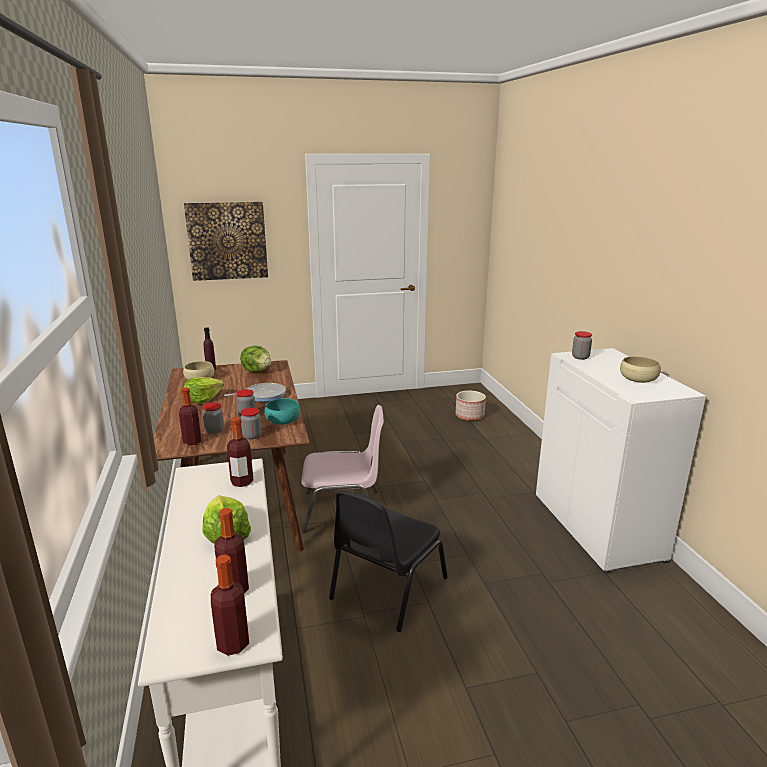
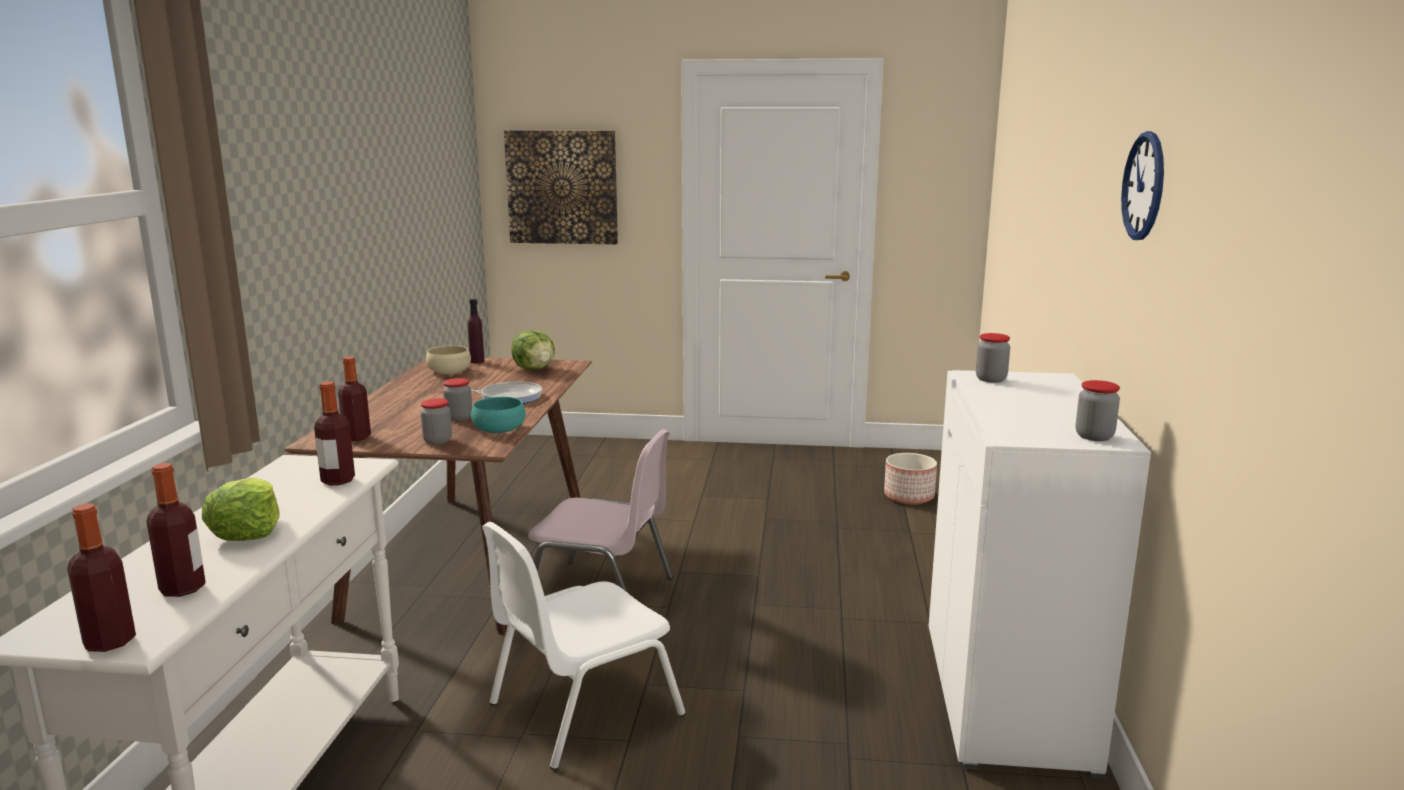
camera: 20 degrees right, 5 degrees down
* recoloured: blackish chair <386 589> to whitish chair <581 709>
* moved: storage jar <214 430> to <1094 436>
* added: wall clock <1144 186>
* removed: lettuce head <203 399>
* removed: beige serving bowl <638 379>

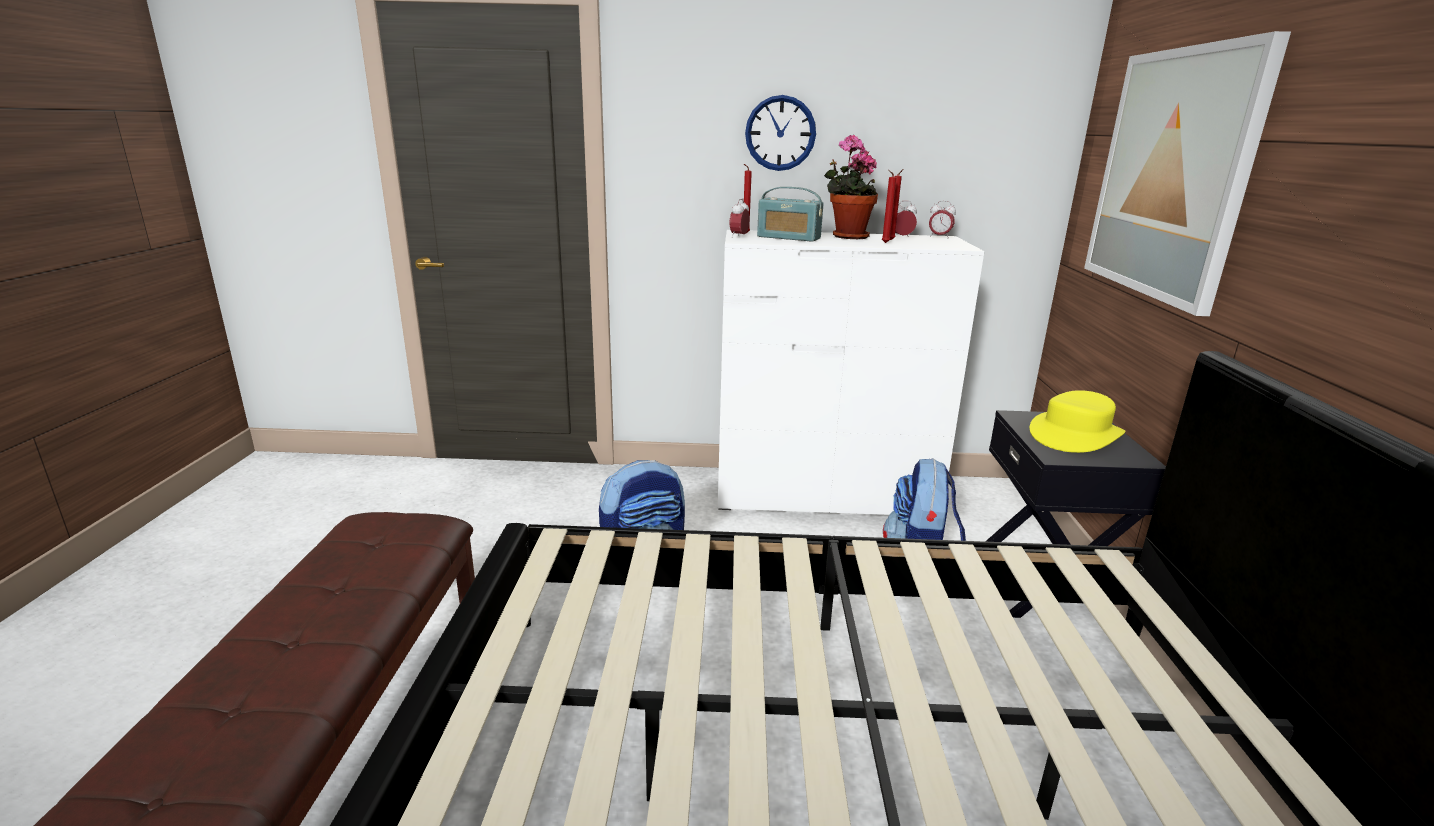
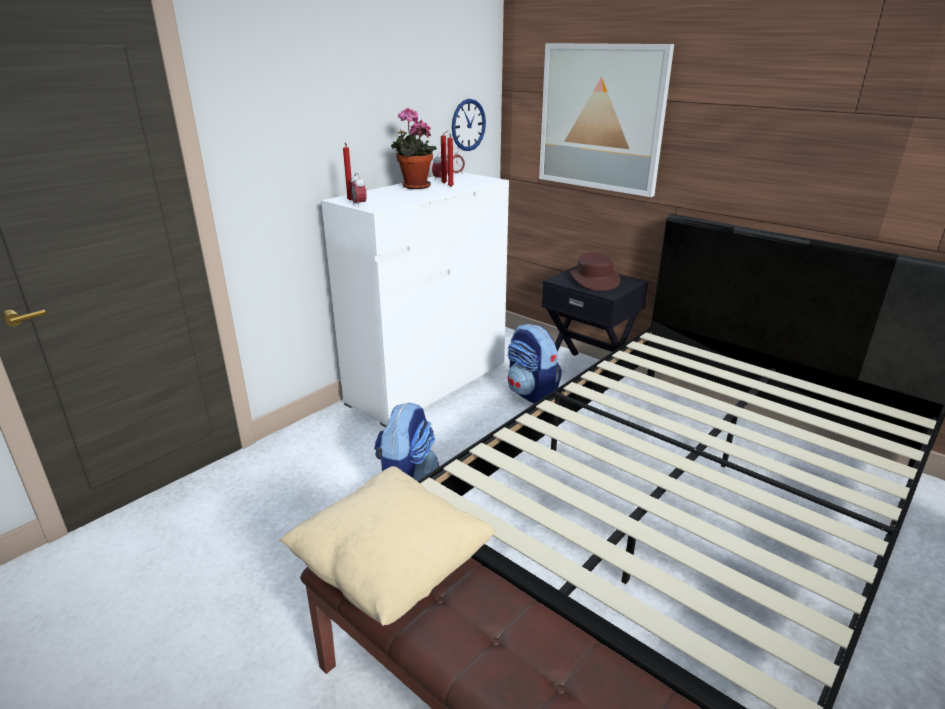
camera: 50 degrees left, 5 degrees up
* added: beige cushion <391 569>
* moved: wall clock <780 133> to <468 125>
* recoloured: yellow-coloured clothing hat <1075 434> to brown-coloured clothing hat <594 280>
* removed: radio set <788 237>

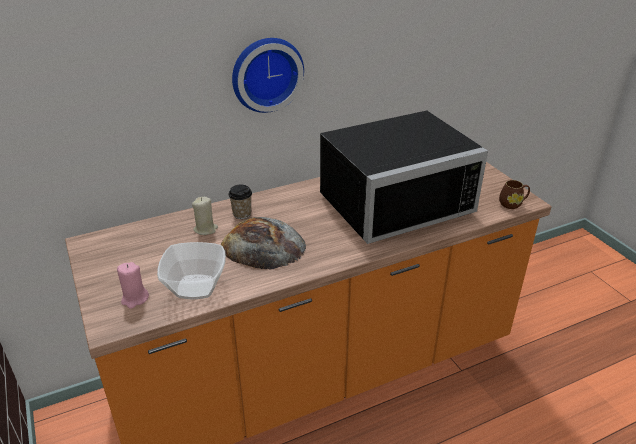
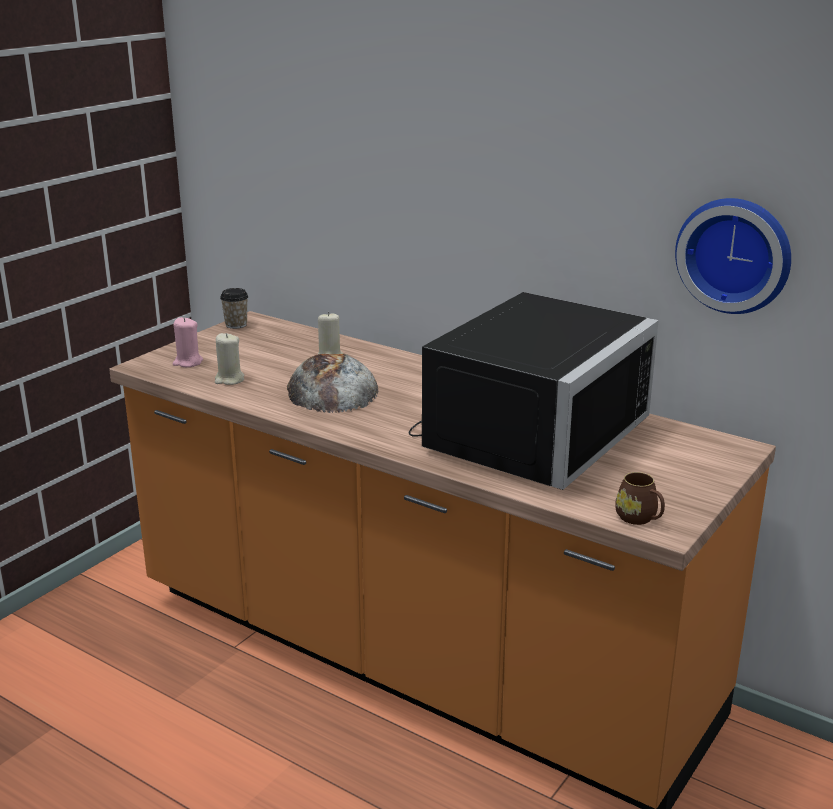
camera: 60 degrees right, 10 degrees down
* replaced: serving bowl <195 286> to beige candle <229 380>
* moved: small cup <242 214> to <236 325>
* turned: blackish microwave <391 200> = <523 432> 90 degrees counterclockwise
* moved: wall clock <266 73> to <735 254>

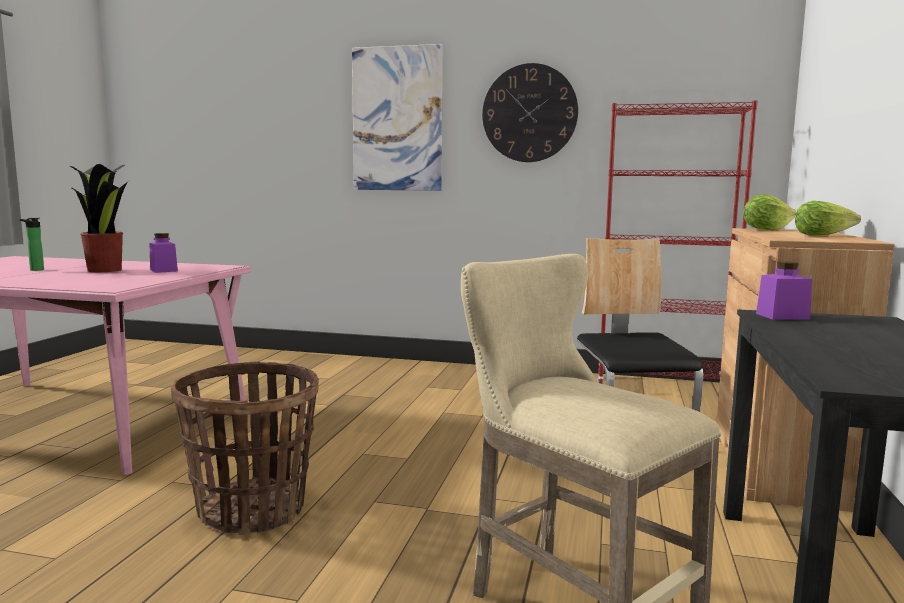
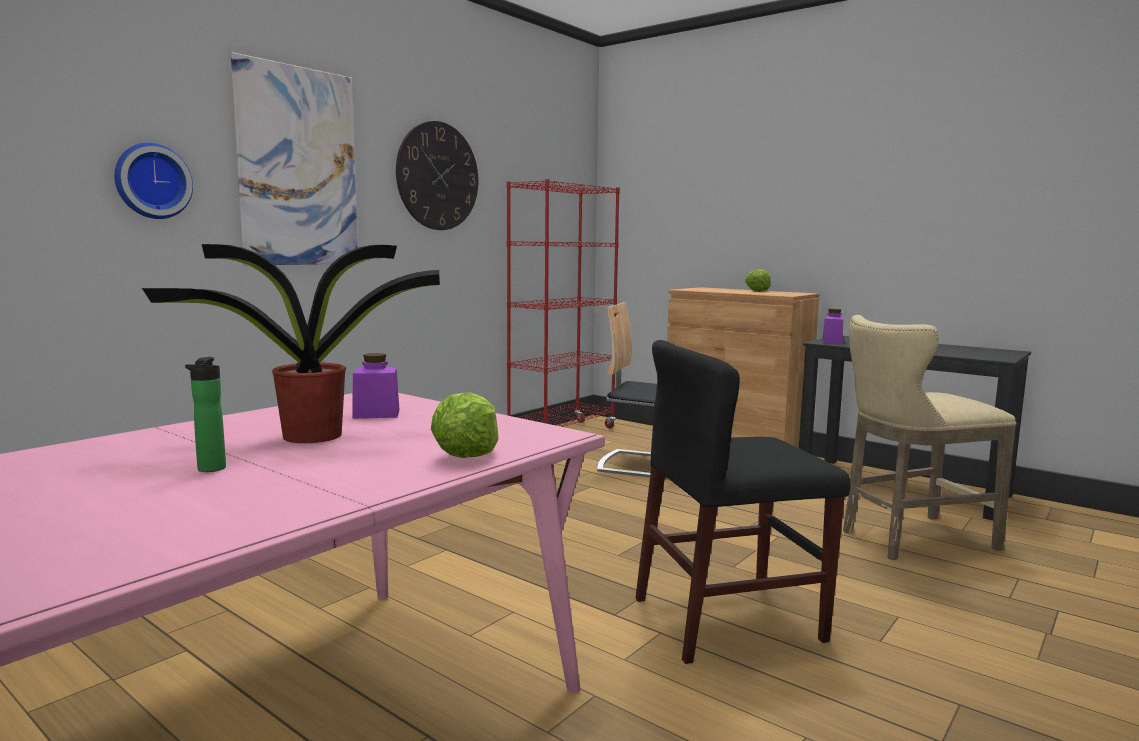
camera: 65 degrees left, 0 degrees up
* added: wall clock <152 181>
* moved: lettuce head <765 230> to <467 455>
* replaced: household basket <252 510> to blackish chair <728 619>

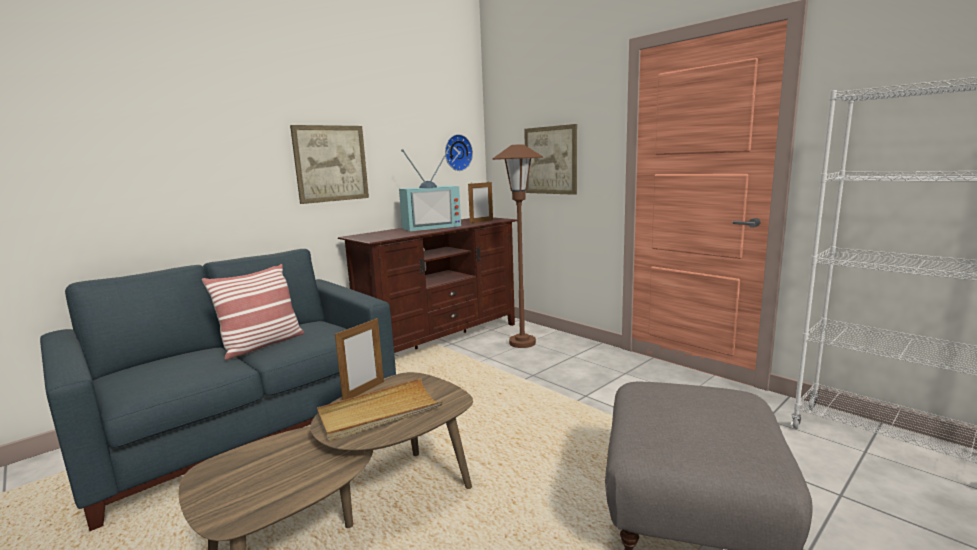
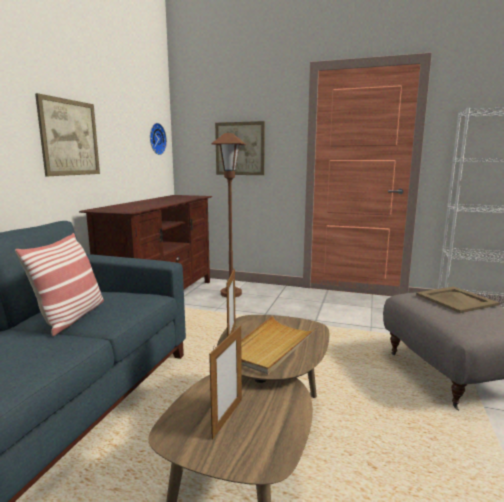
camera: 30 degrees left, 0 degrees up
* moved: photo frame <481 221> to <227 418>
* added: beige carrying tray <455 299>
* removed: television <431 227>

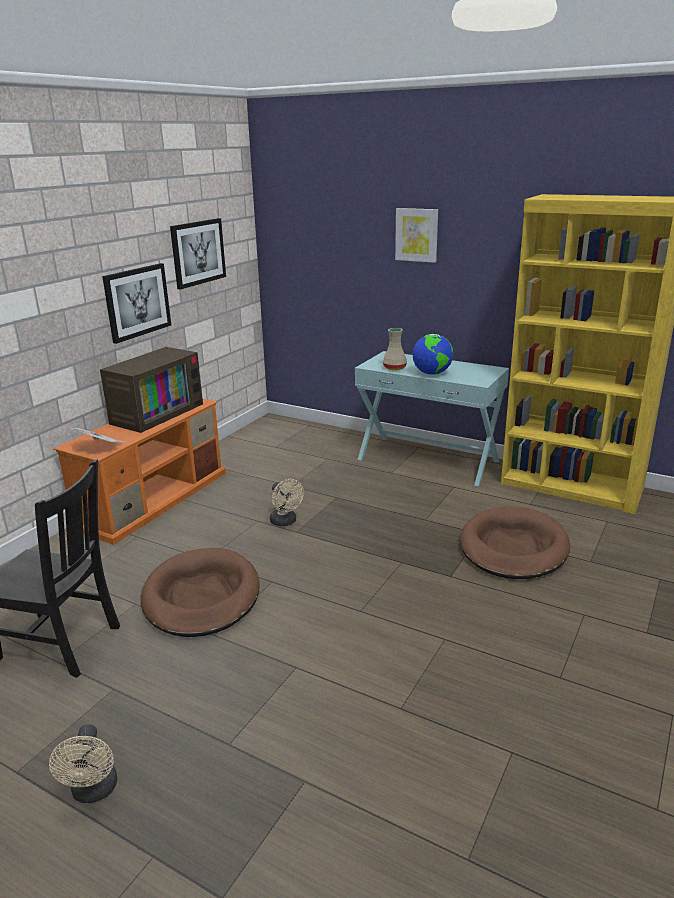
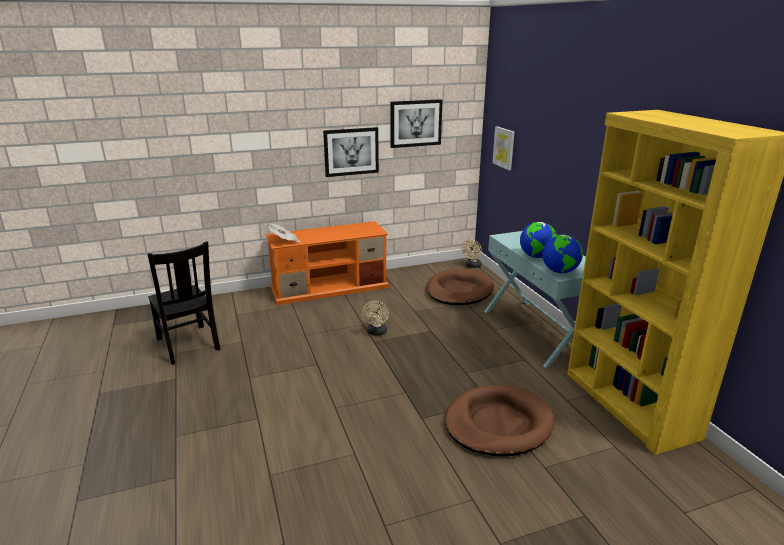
camera: 40 degrees right, 0 degrees up
* moved: brown-coloured dog cushion <201 597> to <459 290>
* moved: beige fan <94 792> to <472 266>
* moved: wall picture <416 235> to <504 148>
* added: globe <560 271>
* removed: television <156 413>
* removed: beige flower vase <395 368>

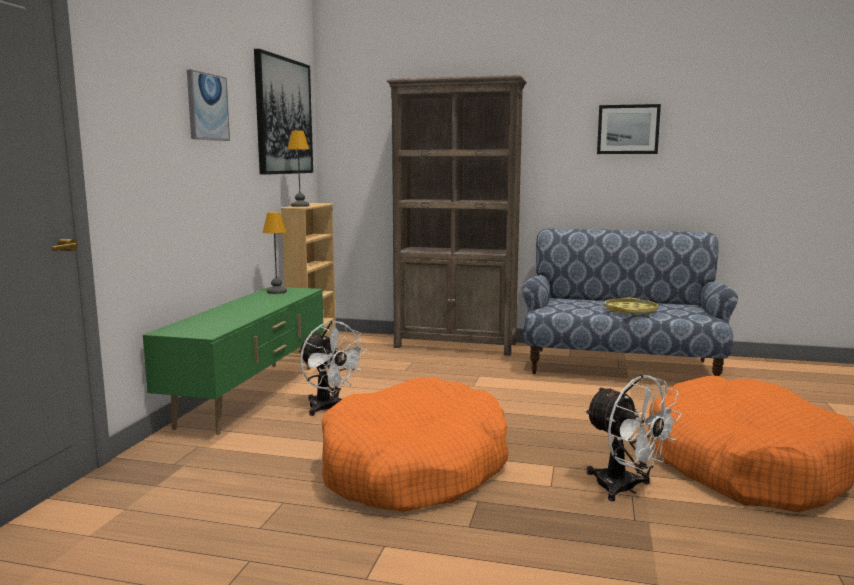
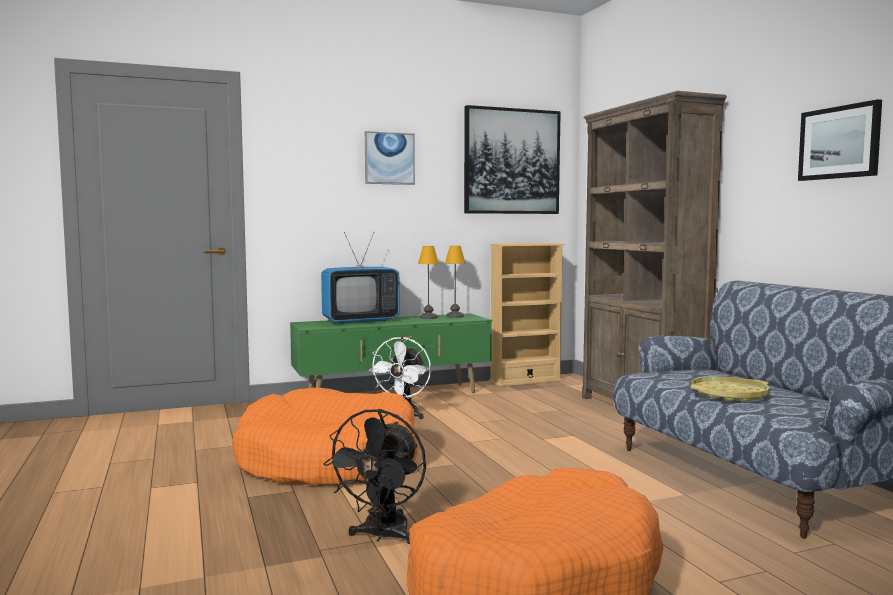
camera: 55 degrees right, 5 degrees down
* added: television <360 321>
* recoloured: whitish fan <625 489> to blackish fan <382 536>
* moved: tabletop lamp <299 206> to <427 317>

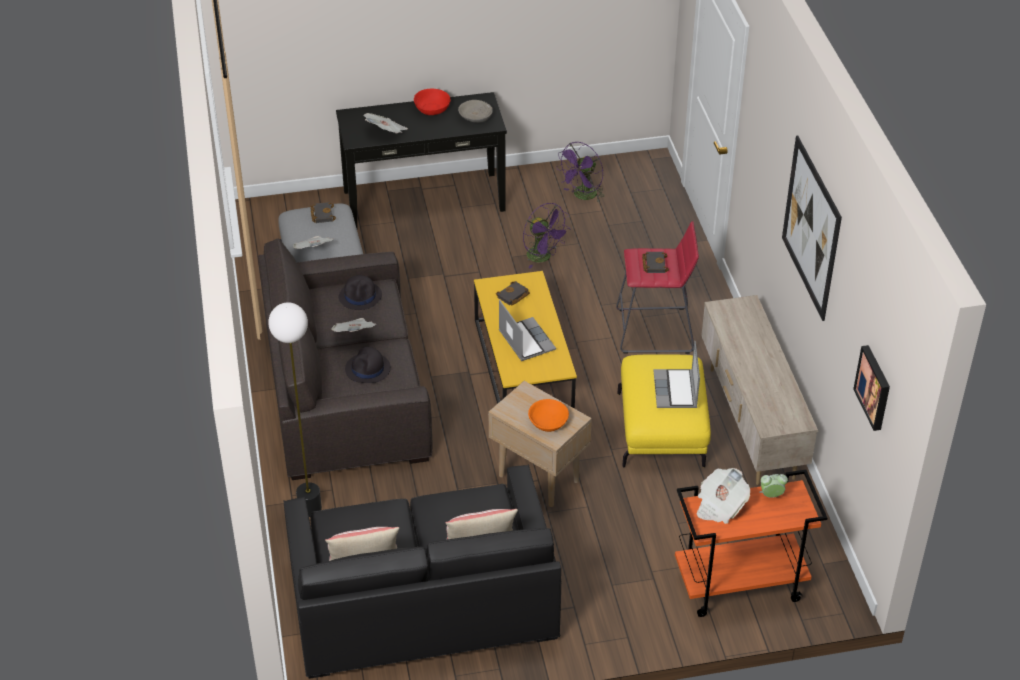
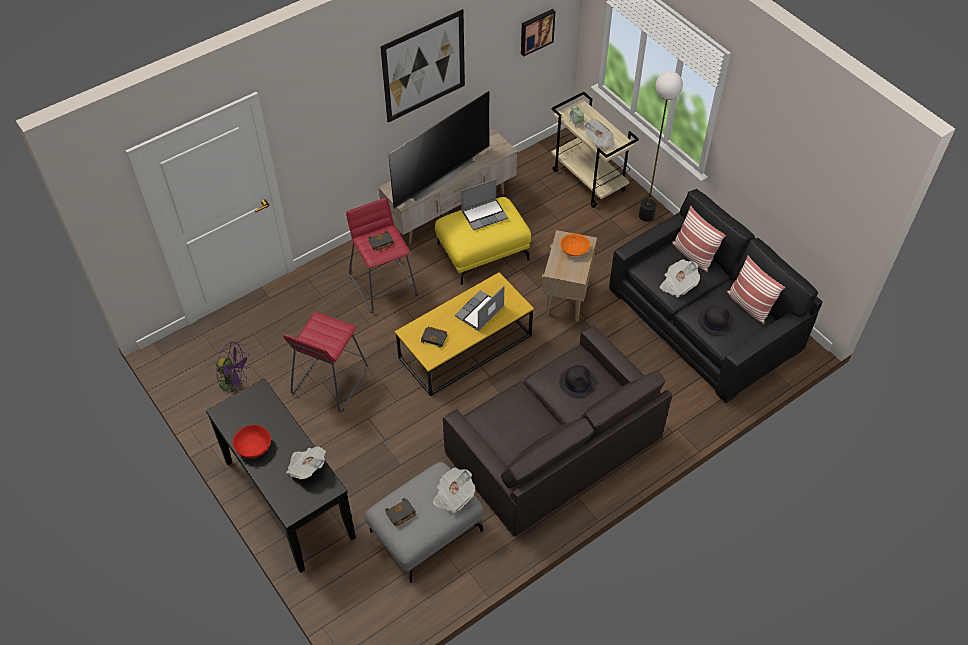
camera: 115 degrees left, 10 degrees up
* replaced: purple fan <543 257> to red stool <330 381>
* added: television <439 176>
* recoloured: orange-coloured wheeled cart <739 585> to beige wheeled cart <589 180>
* moved: floor lamp <309 507> to <646 216>
* moved: printed paper <354 334> to <678 284>
* moved: blackish clothing hat <360 296> to <715 321>
* removed: greyish serving bowl <475 117>

